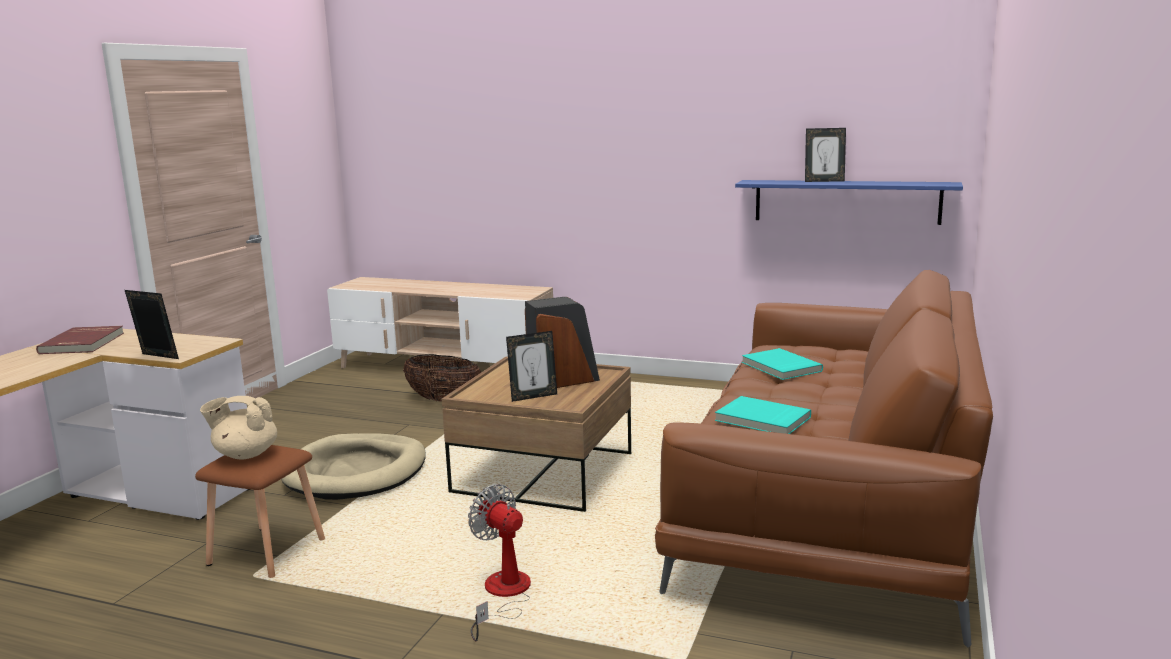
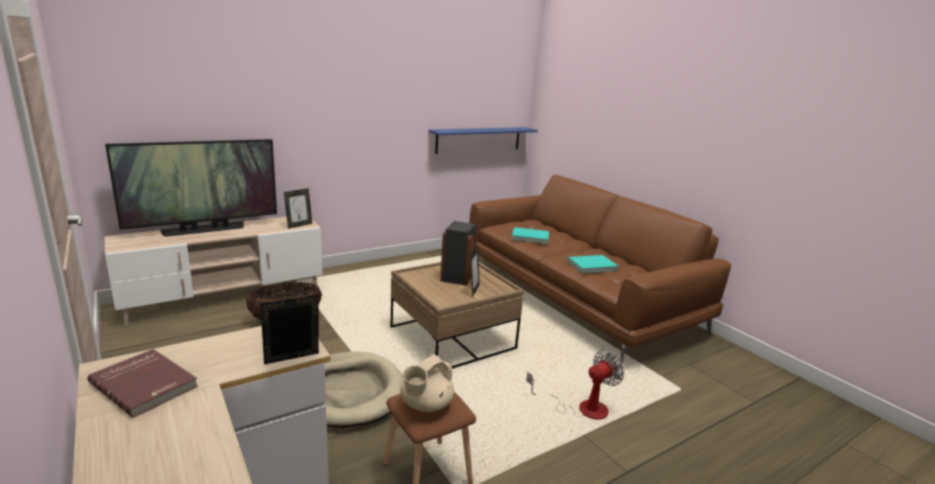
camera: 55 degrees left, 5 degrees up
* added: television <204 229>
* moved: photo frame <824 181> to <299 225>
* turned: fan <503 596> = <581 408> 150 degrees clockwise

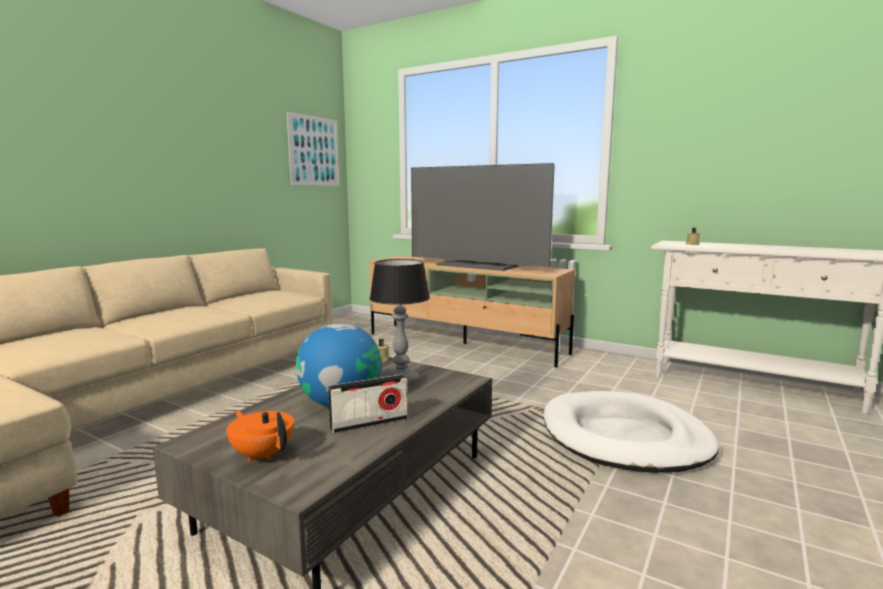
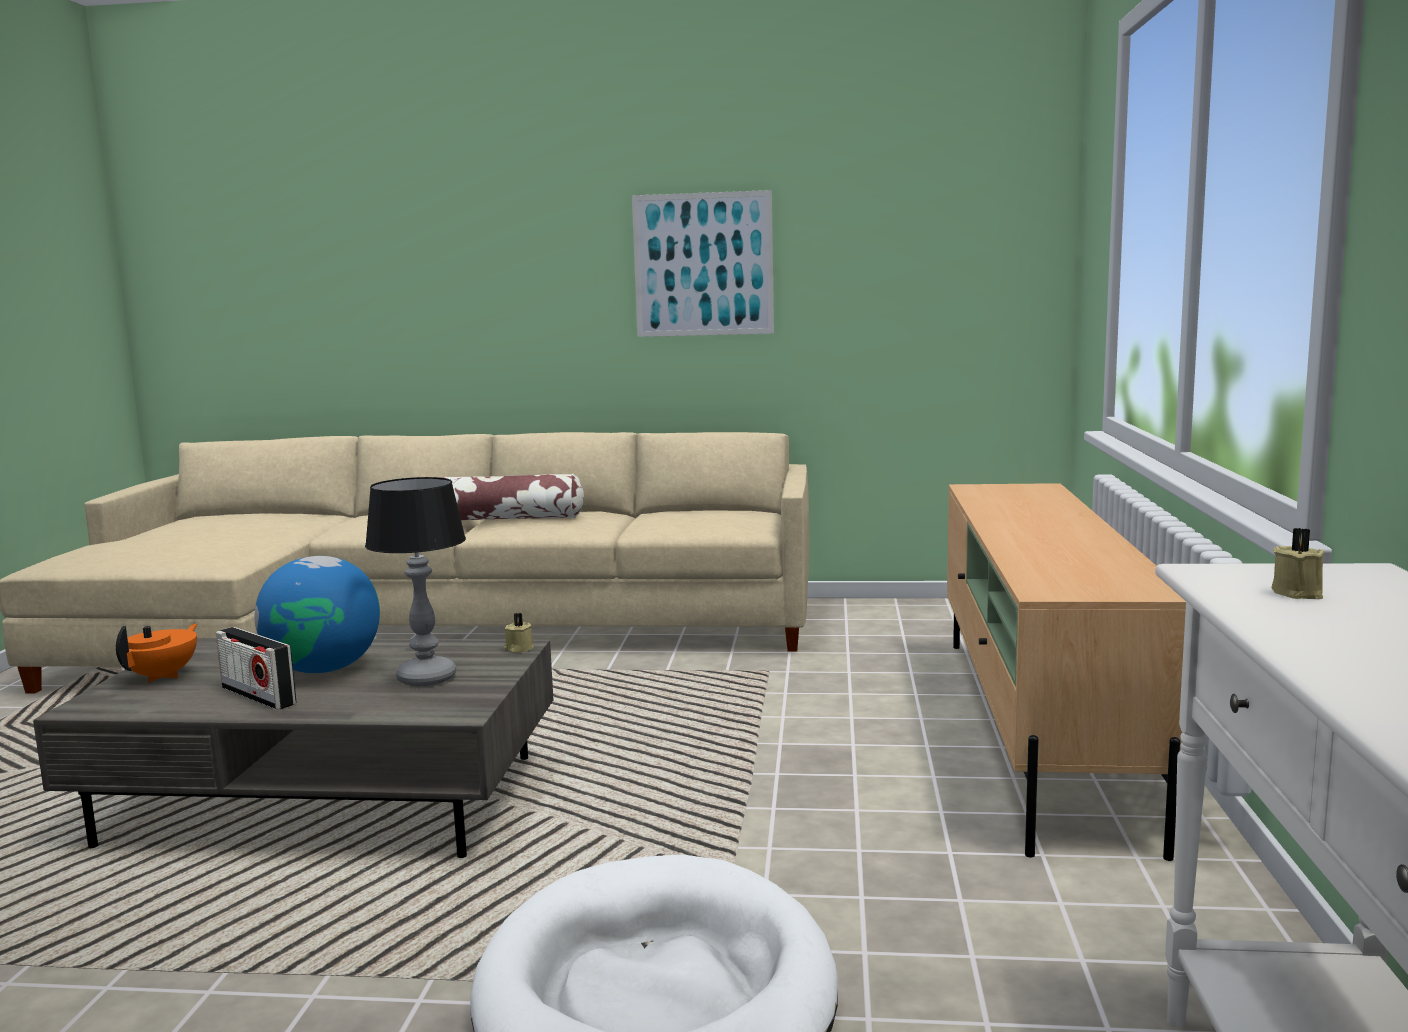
camera: 65 degrees right, 0 degrees up
* added: cushion <499 519>
* moved: wall picture <314 151> to <703 264>
* removed: television <478 265>

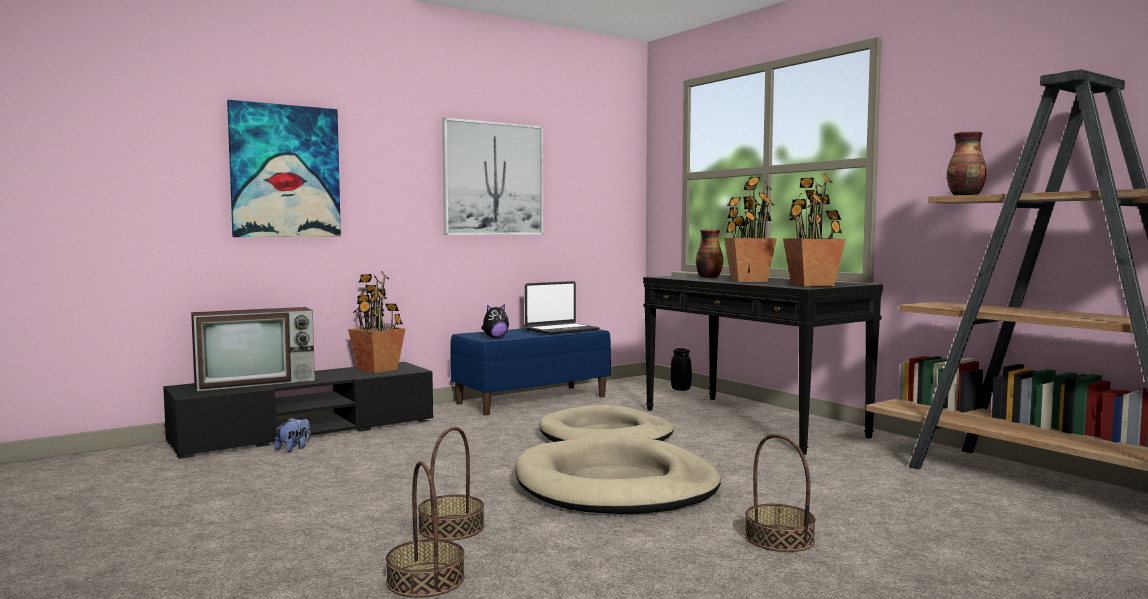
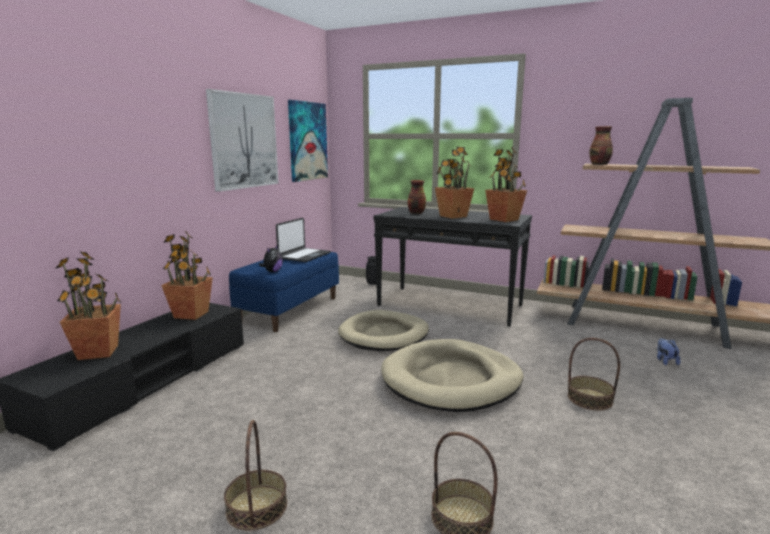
camera: 30 degrees left, 10 degrees up
* replaced: television <257 382> to plant in a pot <98 352>
* moved: household basket <451 527> to <256 507>
* moved: wall picture <285 171> to <307 141>
* moved: cuddly toy <294 448> to <665 361>

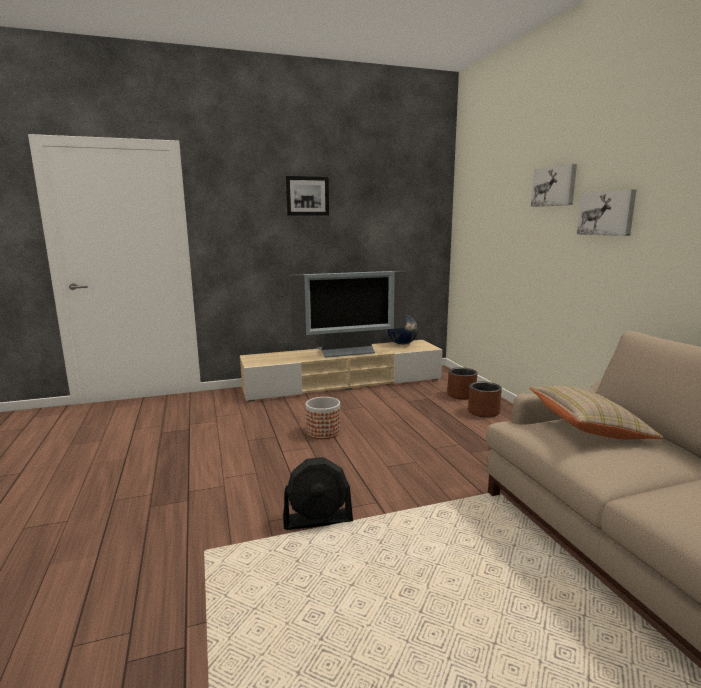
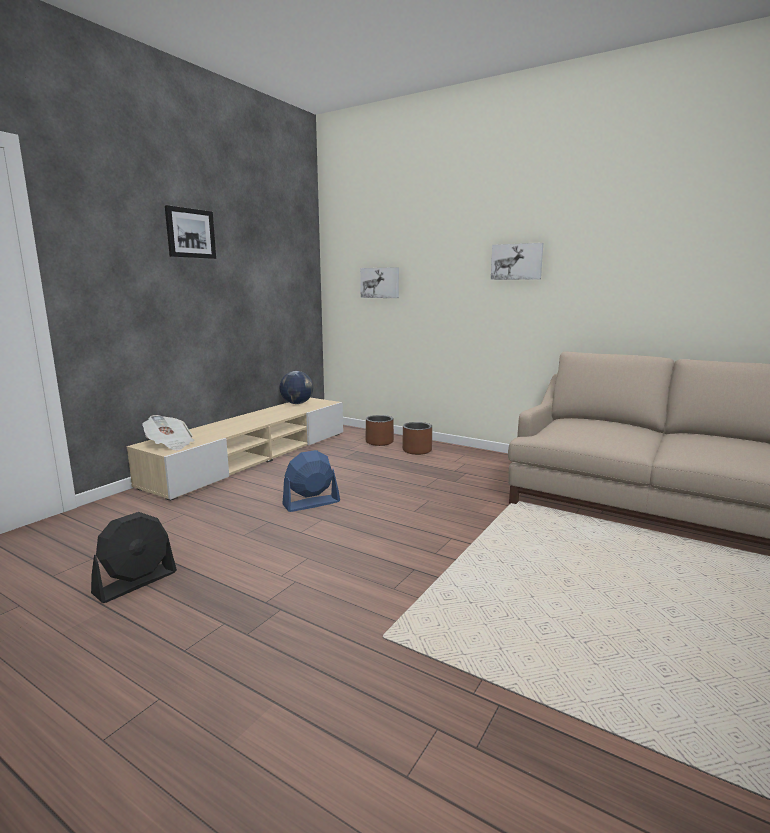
camera: 40 degrees left, 0 degrees up
* moved: blackish fan <318 519> to <136 582>
* added: printed paper <170 444>
* replaced: flower pot <323 432> to bluish fan <311 503>
* moved: wall picture <554 186> to <380 283>
* removed: television <347 352>
* removed: beige cushion <588 429>

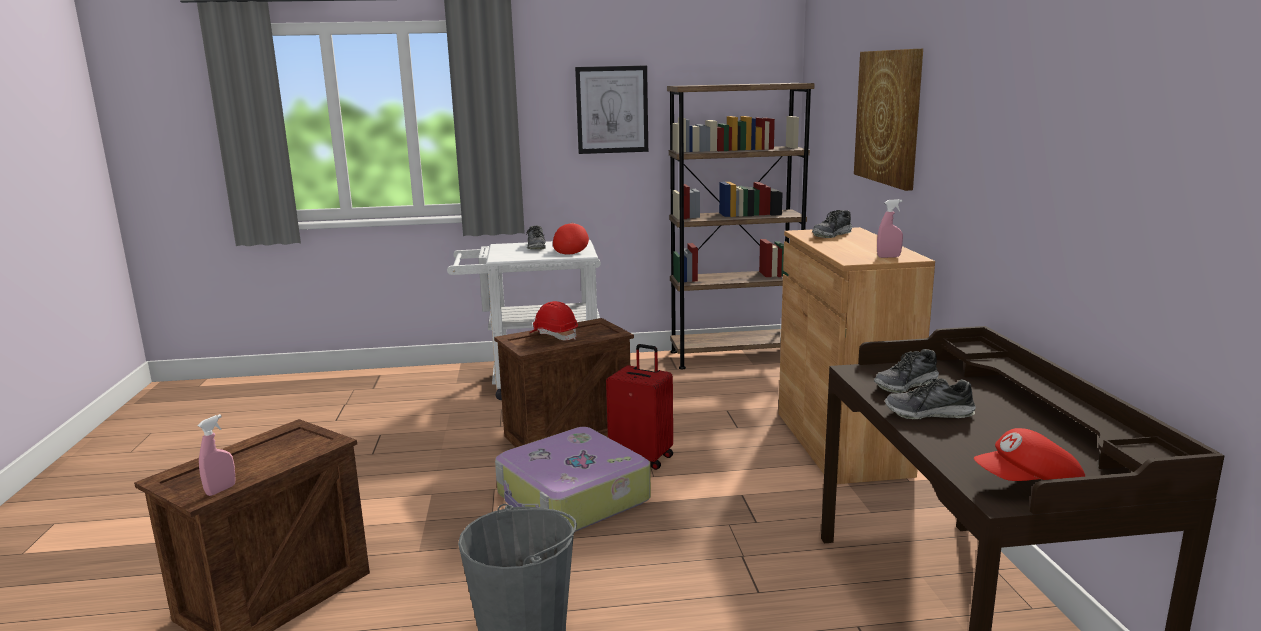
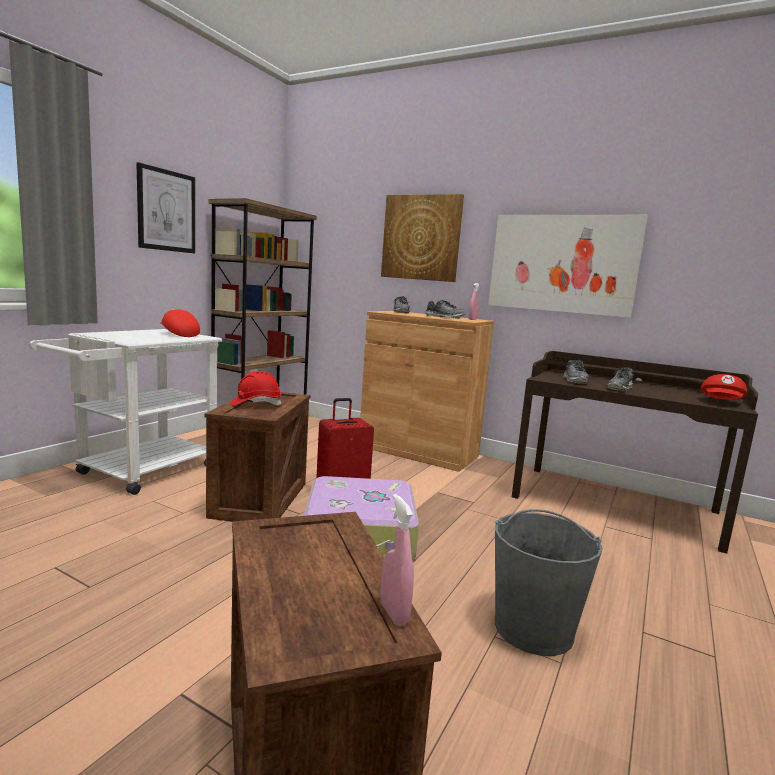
camera: 55 degrees left, 5 degrees down
* moved: item of footwear <536 246> to <444 317>
* added: wall picture <562 264>

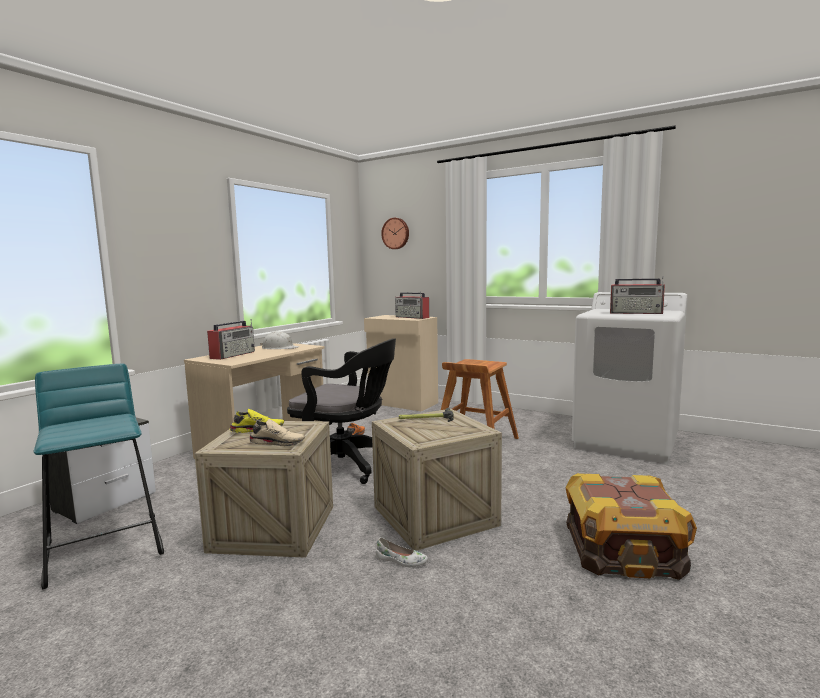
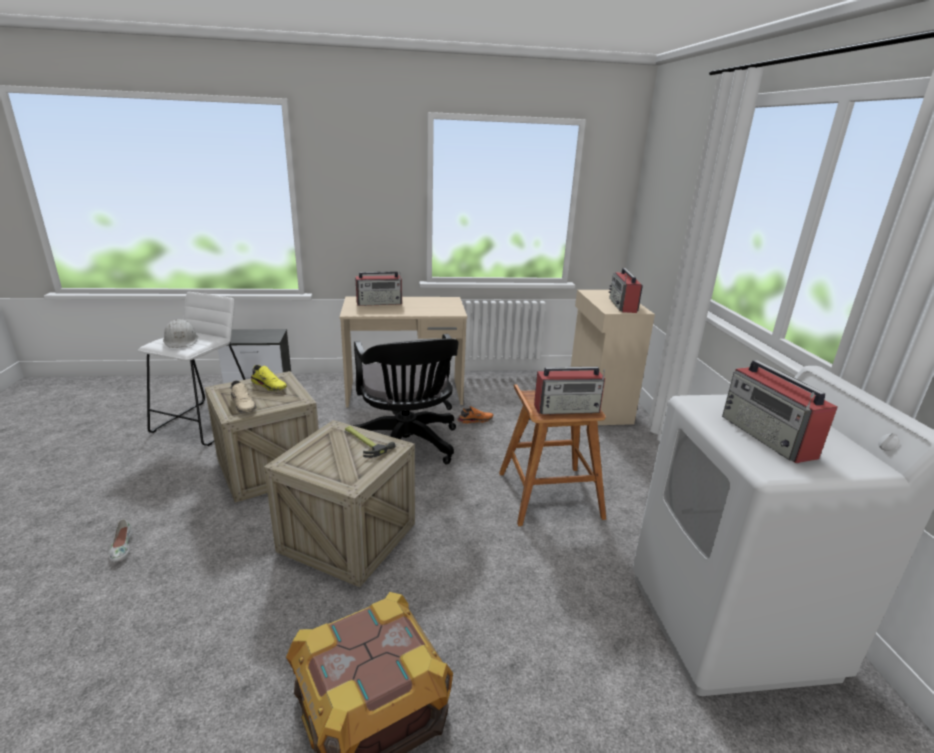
camera: 50 degrees right, 15 degrees up
* moved: whitish item of footwear <401 560> to <121 547>
* recoloured: turquoise-coloured stool <105 547> to whitish stool <205 423>
* moved: whitish hard hat <279 348> to <181 340>
* added: radio set <568 408>
* removed: wall clock <396 233>

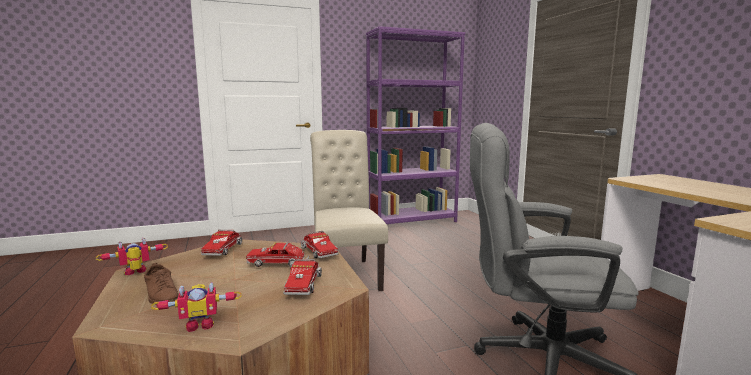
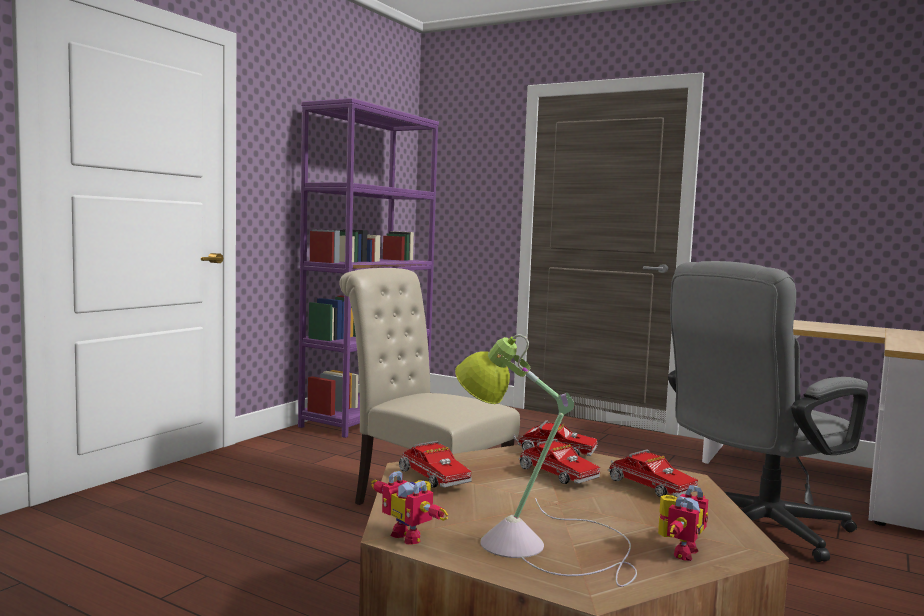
camera: 40 degrees left, 5 degrees down
* turned: model robot <136 273> = <411 535> 60 degrees counterclockwise
* replaced: brown-coloured item of footwear <162 295> to tabletop lamp <538 543>
* turned: toy lorry <279 264> = <554 475> 90 degrees counterclockwise

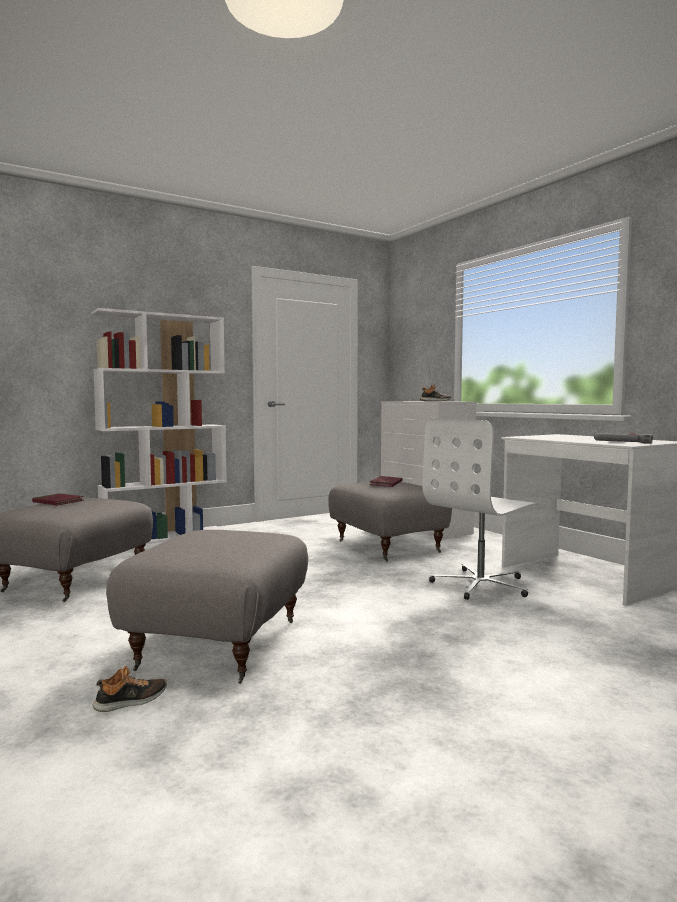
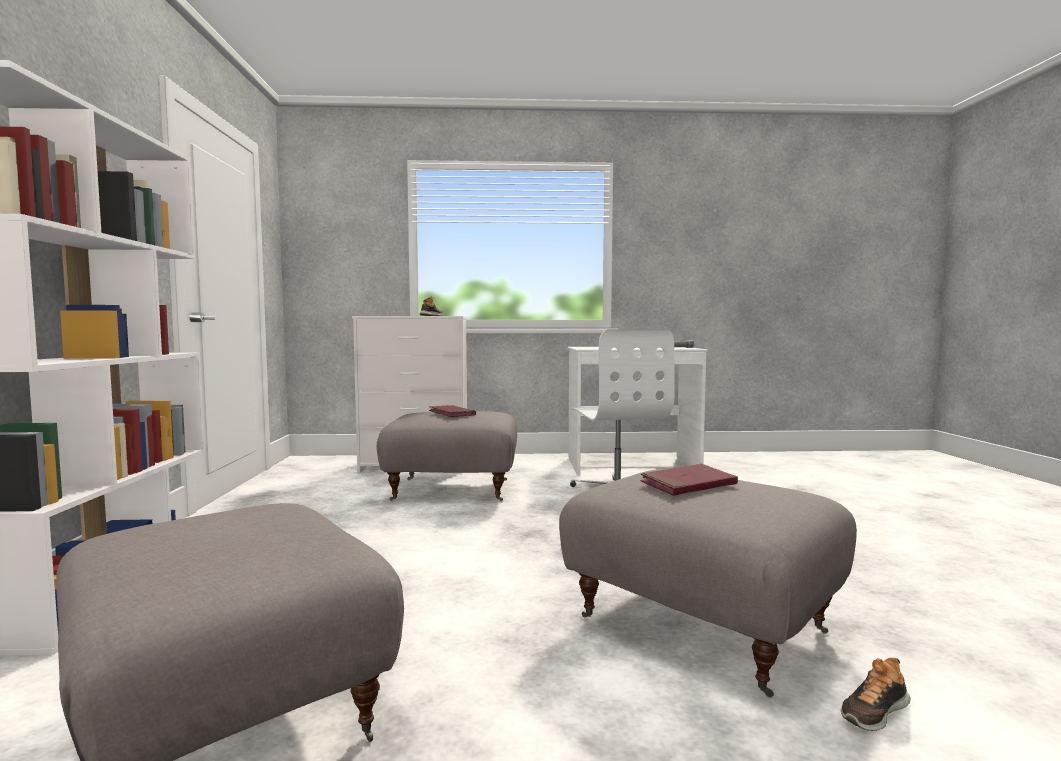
camera: 60 degrees left, 0 degrees up
* moved: red volume <58 502> to <688 484>
* turned: item of footwear <131 701> = <874 711> 120 degrees counterclockwise

